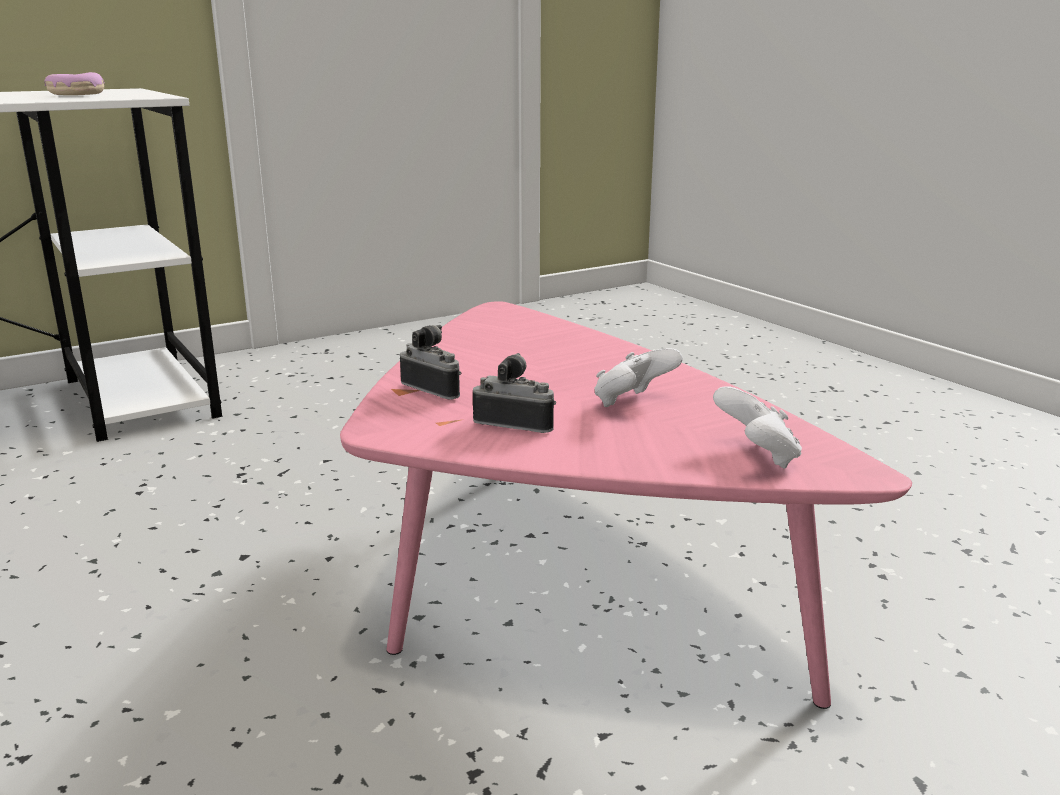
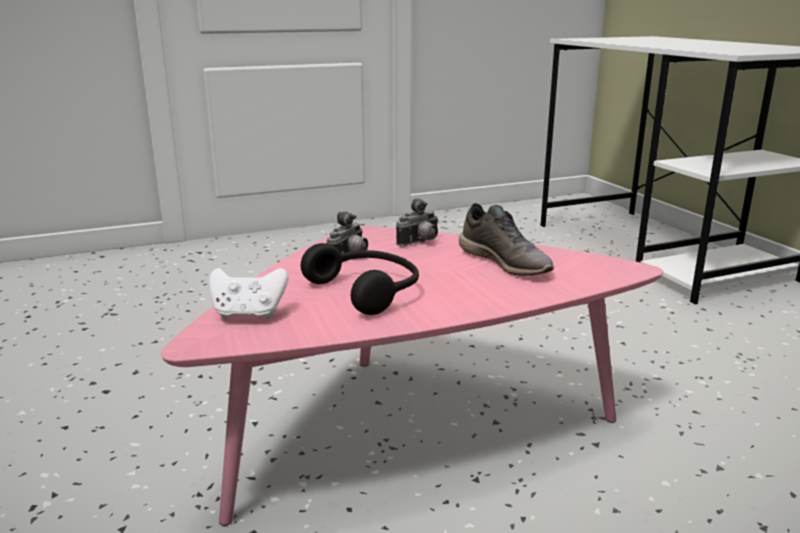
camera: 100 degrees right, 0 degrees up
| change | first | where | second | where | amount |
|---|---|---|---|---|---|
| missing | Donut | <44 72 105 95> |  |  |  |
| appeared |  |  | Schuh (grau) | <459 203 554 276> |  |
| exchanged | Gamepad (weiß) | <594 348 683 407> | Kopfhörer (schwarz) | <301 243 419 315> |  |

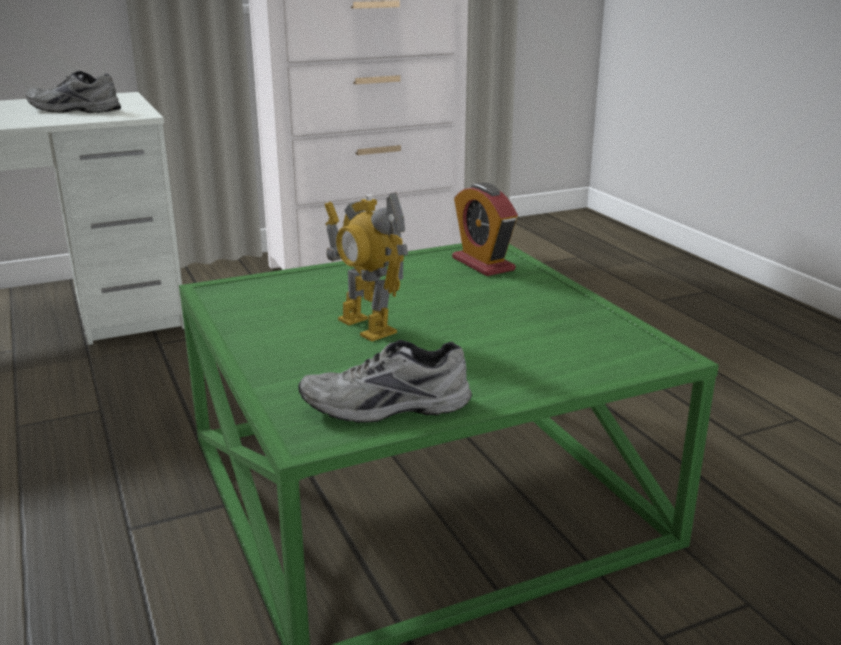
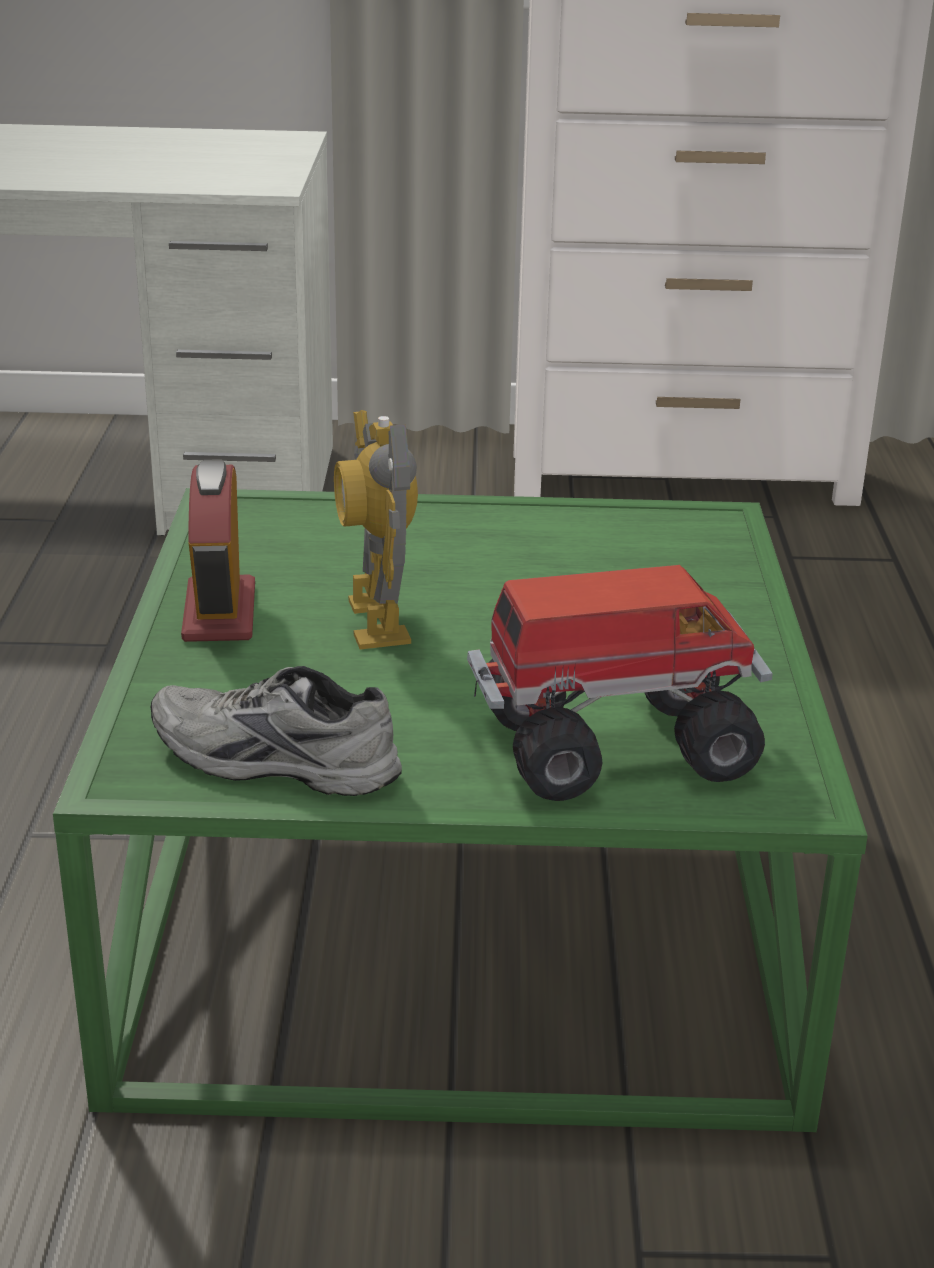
camera: 25 degrees right, 5 degrees up
| change | first | where | second | where | amount |
|---|---|---|---|---|---|
| missing | Schuh (grau) | <26 71 121 113> |  |  |  |
| appeared |  |  | Spielzeuglaster | <467 565 773 801> |  |
| relocated | Wecker | <452 183 518 276> |  | <181 459 255 642> |  |

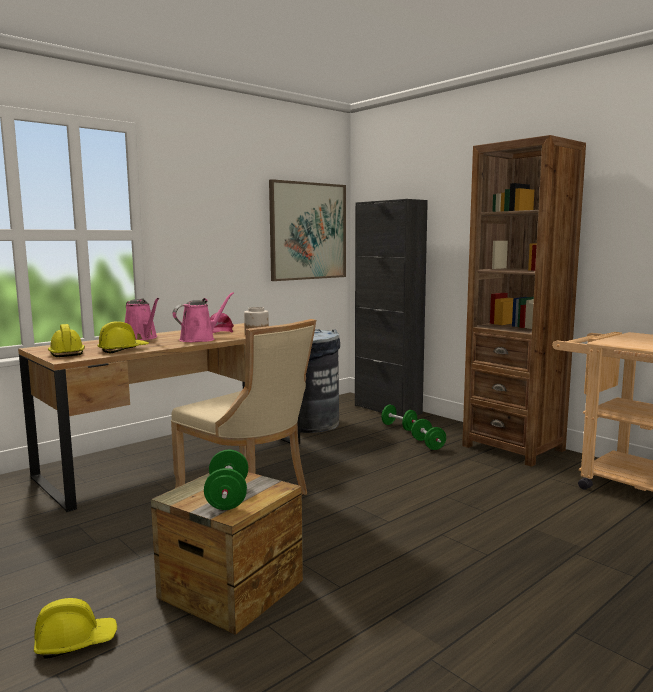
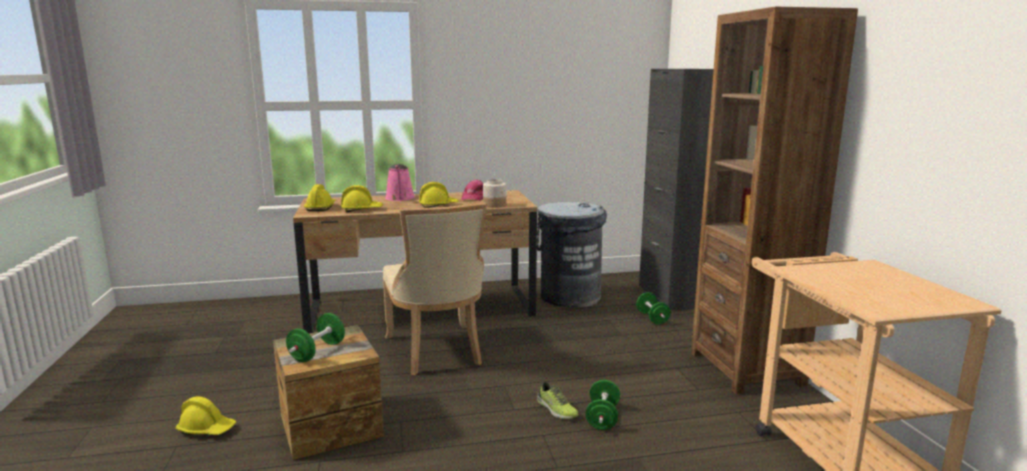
camera: 30 degrees right, 5 degrees up
| change | first | where | second | where | amount |
|---|---|---|---|---|---|
| missing | Bild | <269 179 346 281> |  |  |  |
| appeared |  |  | Schuh | <537 382 579 419> |  |
| relocated | Hantel (grün) | <411 419 446 450> |  | <586 380 620 430> |  |
| exchanged | Gießkanne (rosa) | <173 292 234 342> | Schutzhelm (gelb) | <419 182 459 208> |  |

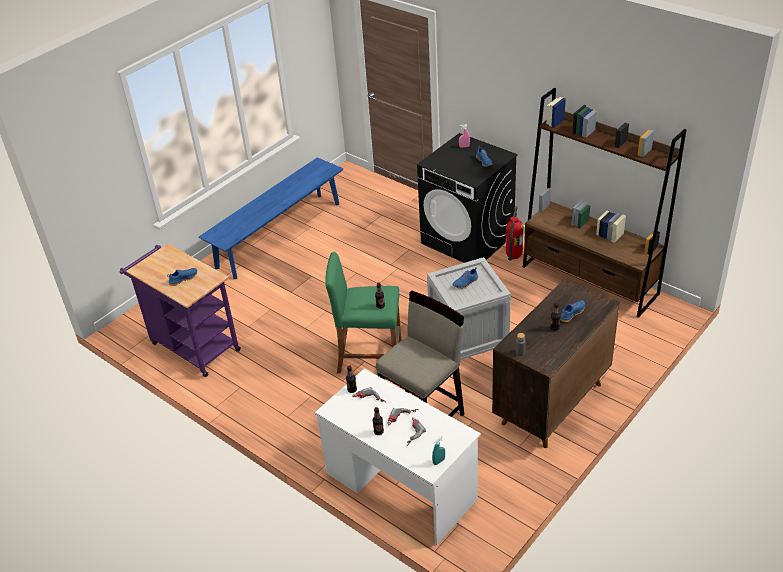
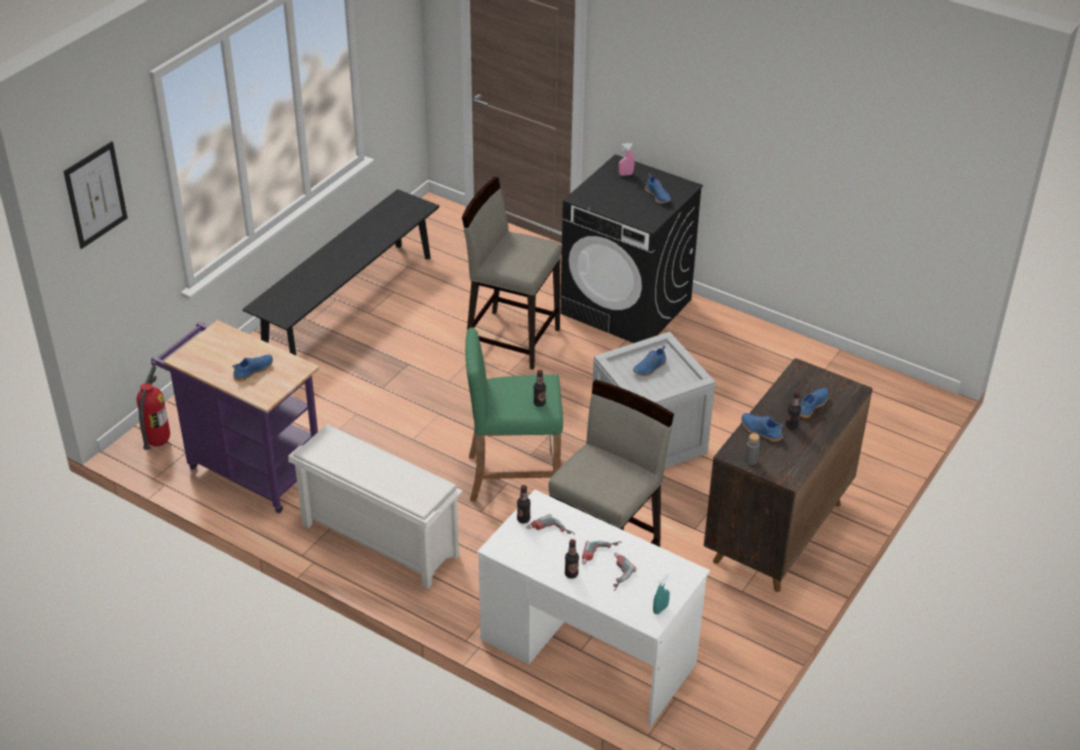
camera: 10 degrees left, 0 degrees up
| change | first | where | second | where | amount |
|---|---|---|---|---|---|
| missing | Bücherregal (braun) | <523 88 686 318> |  |  |  |
| appeared |  |  | Bild | <63 141 128 249> |  |
| appeared |  |  | Schuhregal (weiß) | <288 424 463 589> |  |
| appeared |  |  | Hocker (beige) | <462 177 562 370> |  |
| appeared |  |  | Schuh (blau) | <741 413 783 442> |  |
| relocated | Feuerlöscher | <506 206 523 260> |  | <137 366 170 450> |  |
| colour | Bank (blau) | <199 157 343 279> | Bank (schwarz) | <242 189 439 355> |  |

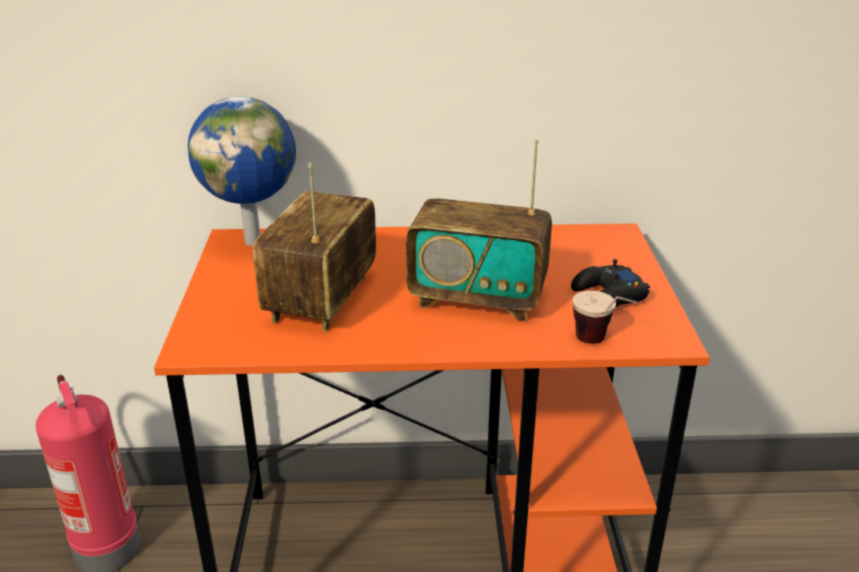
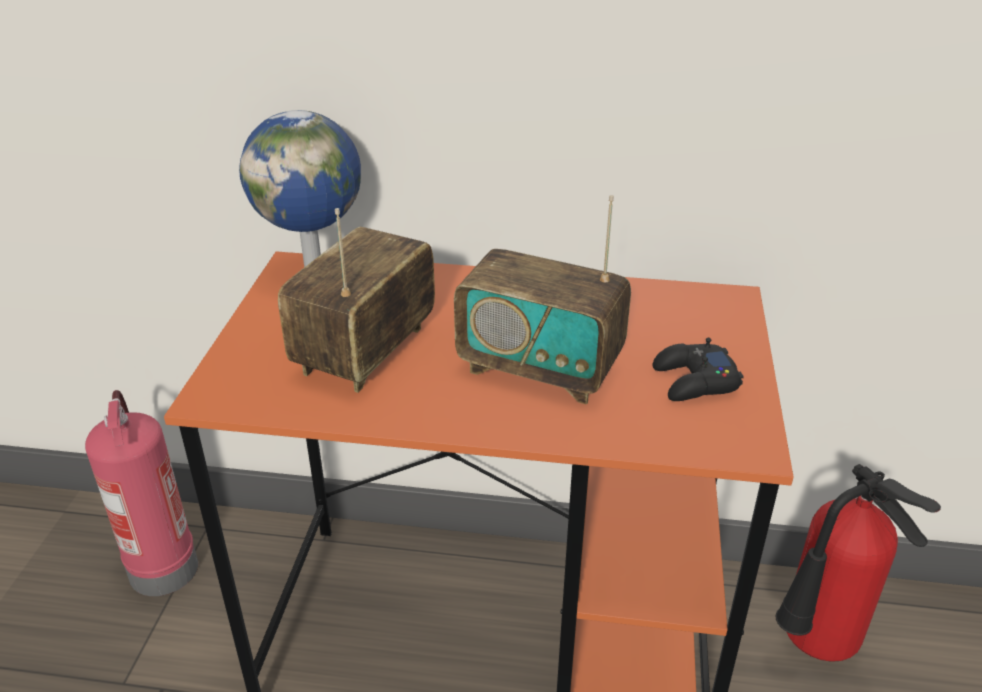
camera: 10 degrees right, 5 degrees up
| change | first | where | second | where | amount |
|---|---|---|---|---|---|
| missing | Tasse | <572 291 637 344> |  |  |  |
| appeared |  |  | Feuerlöscher | <775 464 941 662> |  |

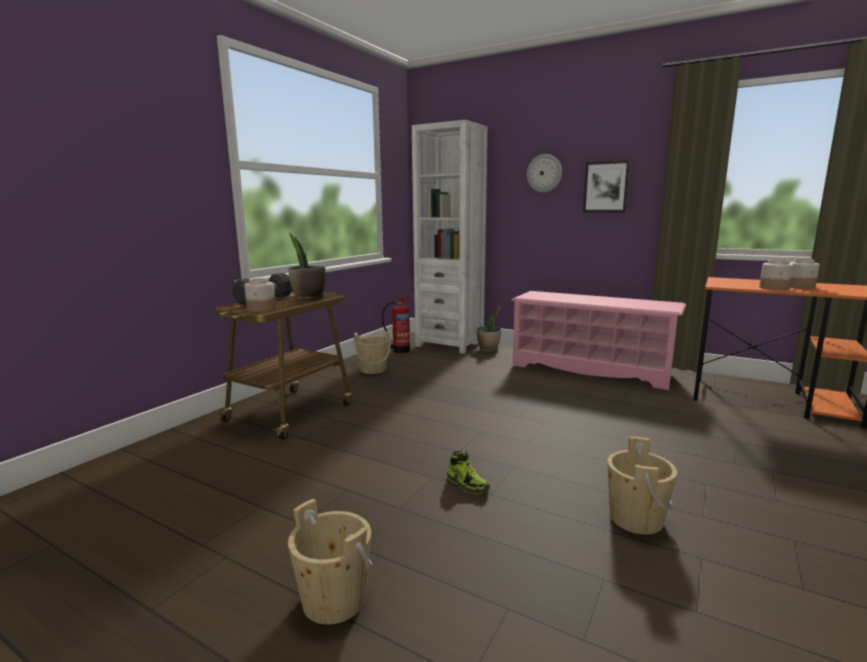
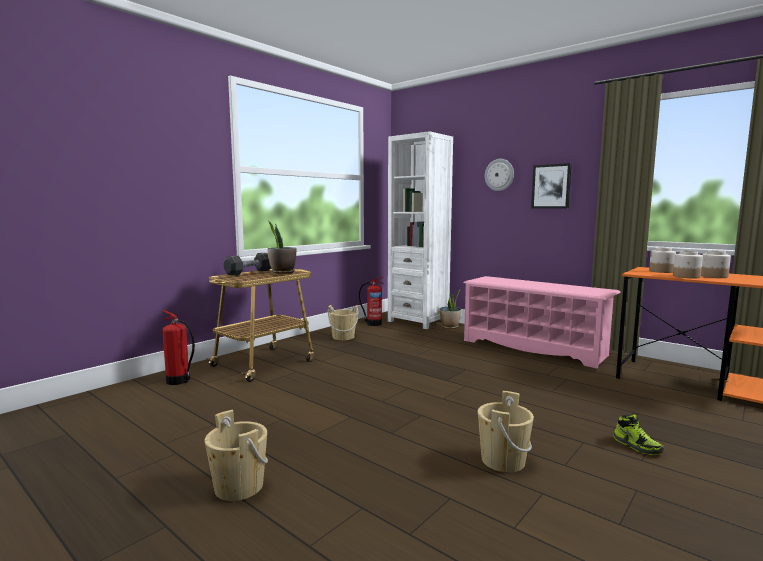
camera: 10 degrees right, 5 degrees down
| change | first | where | second | where | amount |
|---|---|---|---|---|---|
| appeared |  |  | Feuerlöscher | <162 310 195 385> |  |
| relocated | Vorratsglas | <245 278 276 312> |  | <649 247 676 273> |  |
| relocated | Schuh | <447 450 490 494> |  | <613 414 664 455> |  |

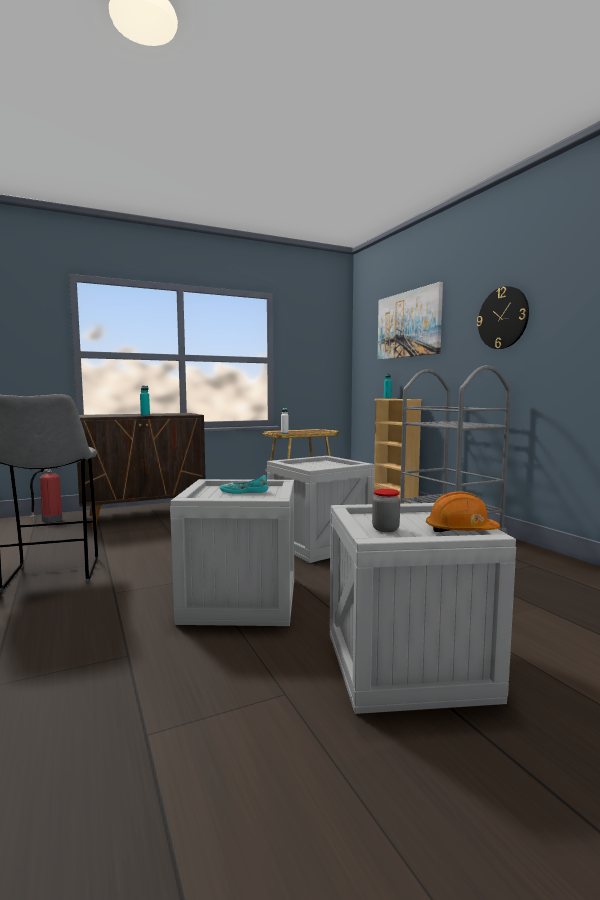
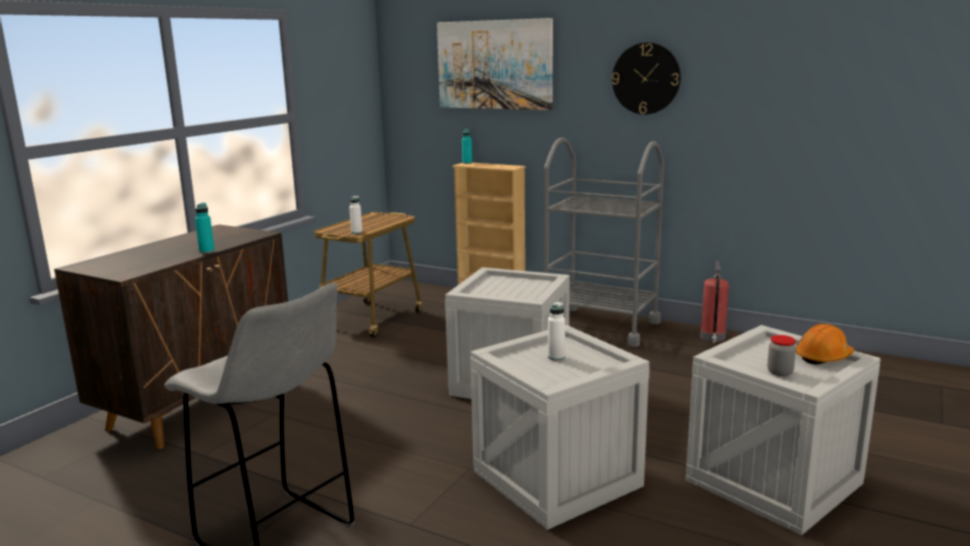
camera: 35 degrees left, 10 degrees up
| change | first | where | second | where | amount |
|---|---|---|---|---|---|
| relocated | Feuerlöscher | <30 468 63 522> |  | <700 261 729 343> |  |
| exchanged | Schuh (türkis) | <220 475 268 494> | Flasche (weiß) | <548 301 565 361> |  |

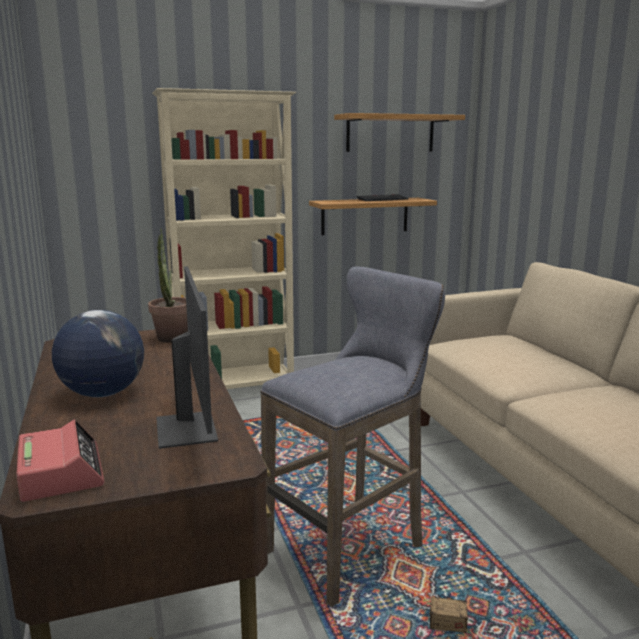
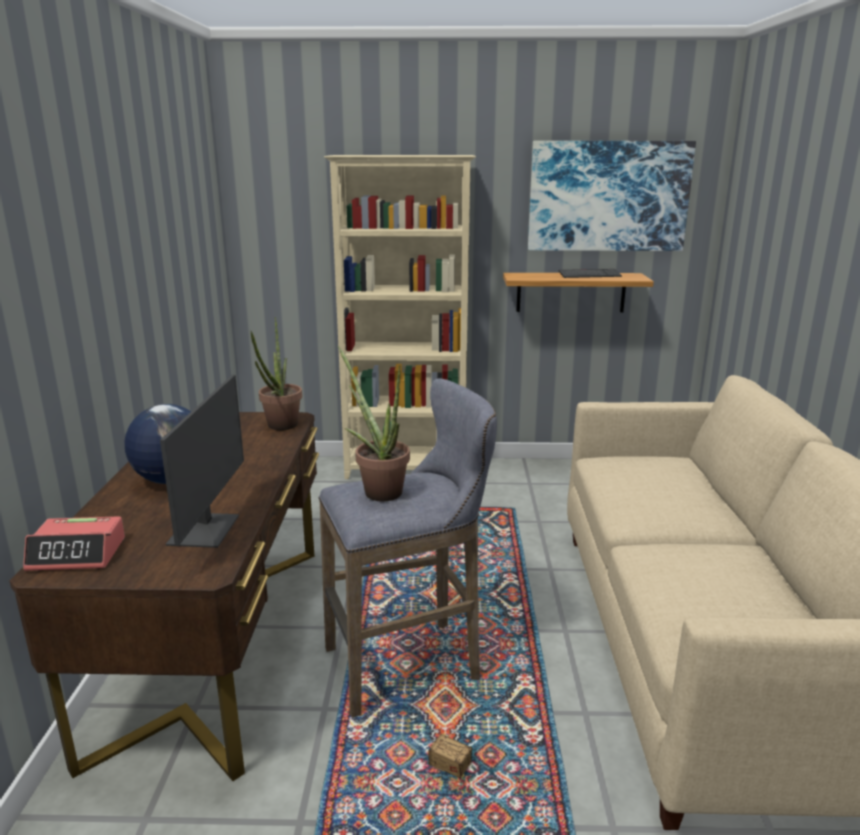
camera: 20 degrees right, 5 degrees up
| change | first | where | second | where | amount |
|---|---|---|---|---|---|
| appeared |  |  | Topfpflanze | <338 346 410 501> |  |
| exchanged | Wandregal | <334 113 465 152> | Bild | <528 141 696 251> |  |
| spun | Wecker | <16 420 105 502> |  | <23 516 125 571> | 90 degrees clockwise |

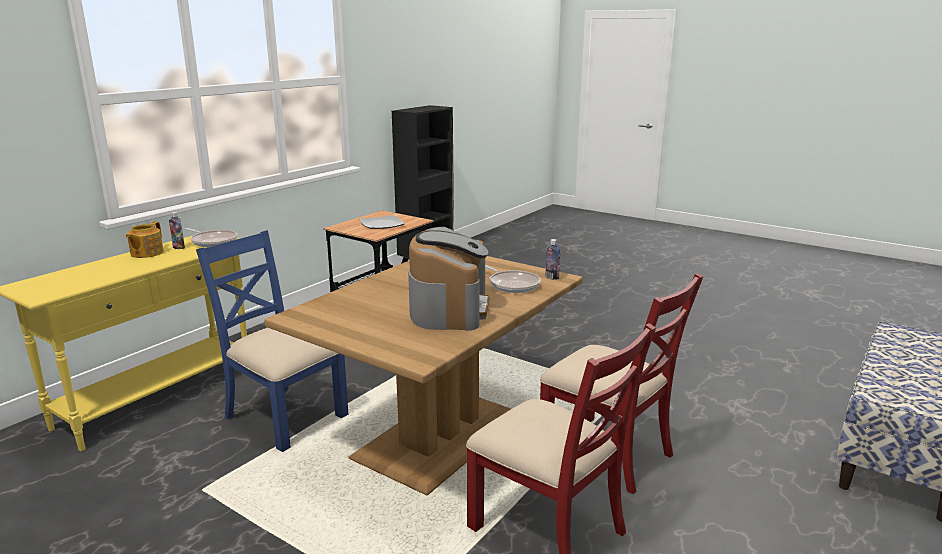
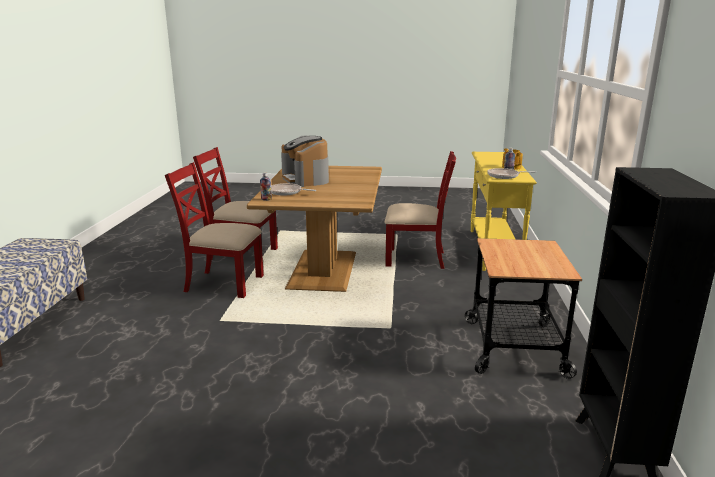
camera: 150 degrees right, 0 degrees up
| change | first | where | second | where | amount |
|---|---|---|---|---|---|
| missing | Teller | <360 215 405 229> |  |  |  |
| colour | Stuhl (blau) | <196 230 348 452> | Stuhl (rot) | <384 151 456 269> |  |

